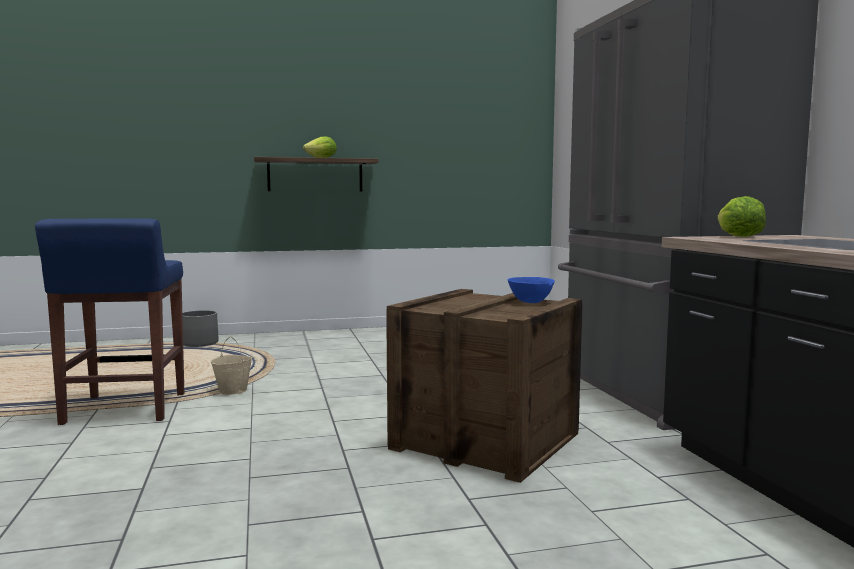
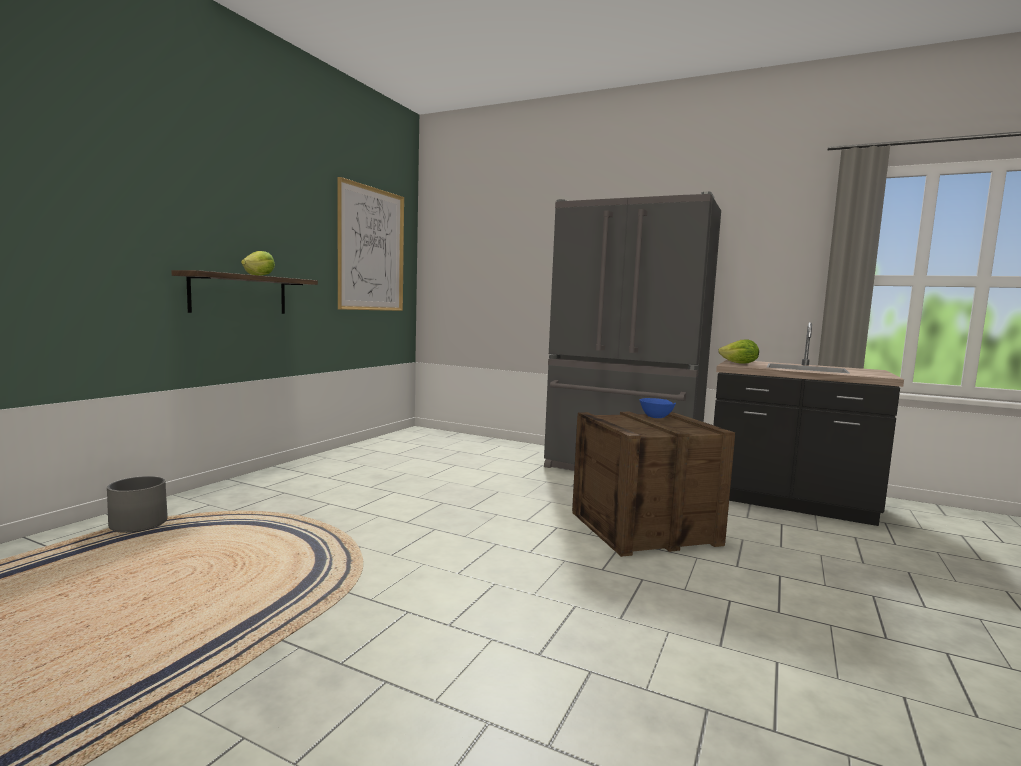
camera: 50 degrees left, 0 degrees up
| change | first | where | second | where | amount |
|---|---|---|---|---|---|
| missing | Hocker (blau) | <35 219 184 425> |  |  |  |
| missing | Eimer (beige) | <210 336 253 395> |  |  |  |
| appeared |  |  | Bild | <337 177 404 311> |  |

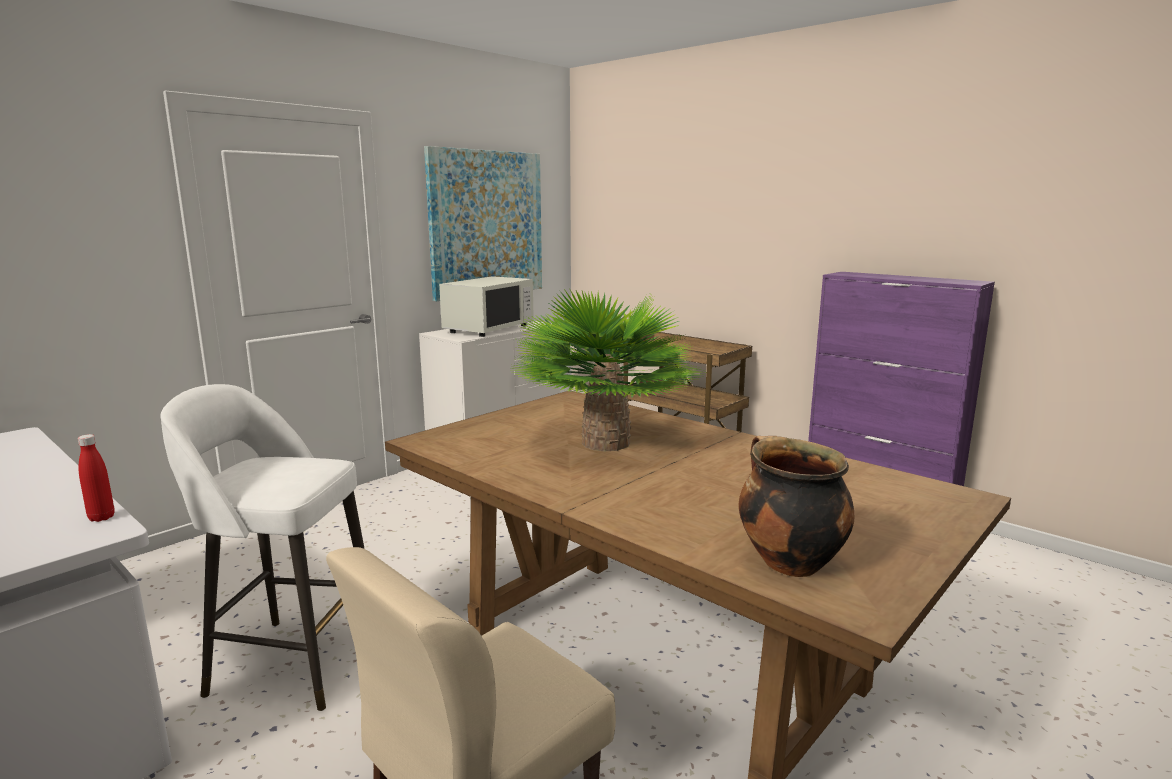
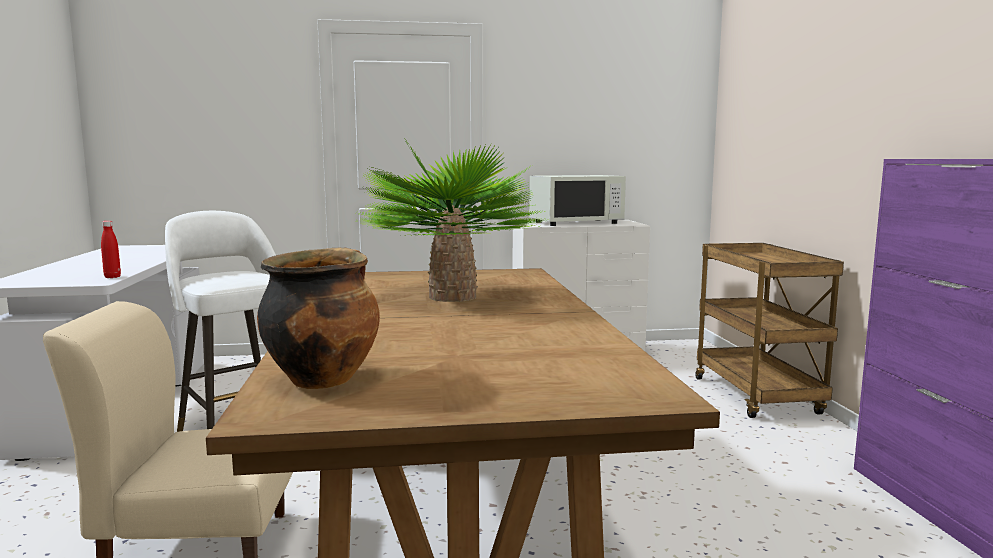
camera: 40 degrees right, 5 degrees down
| change | first | where | second | where | amount |
|---|---|---|---|---|---|
| missing | Bild | <424 146 542 301> |  |  |  |

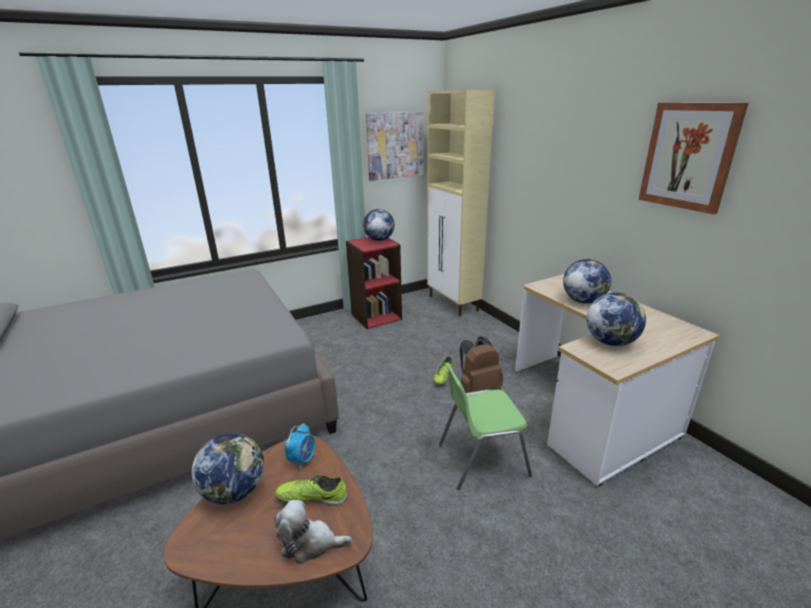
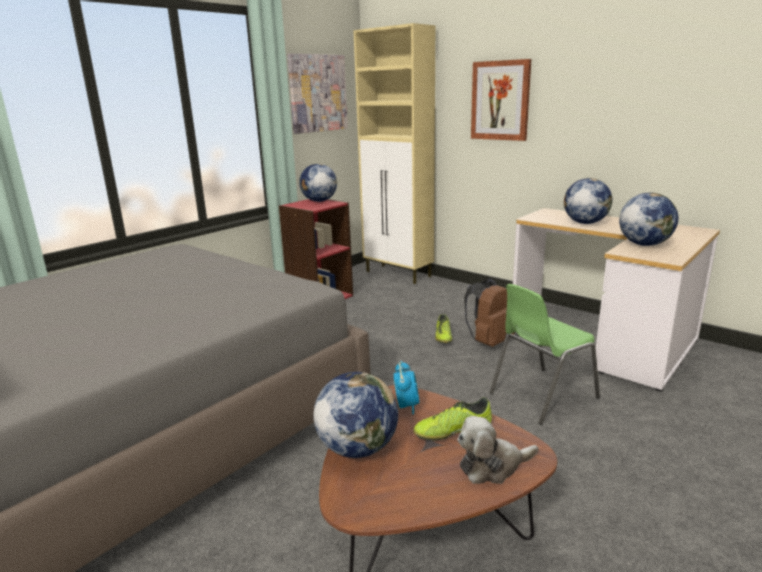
camera: 20 degrees left, 5 degrees down
| change | first | where | second | where | amount |
|---|---|---|---|---|---|
| relocated | Bild | <638 103 748 214> |  | <471 59 532 141> |  |

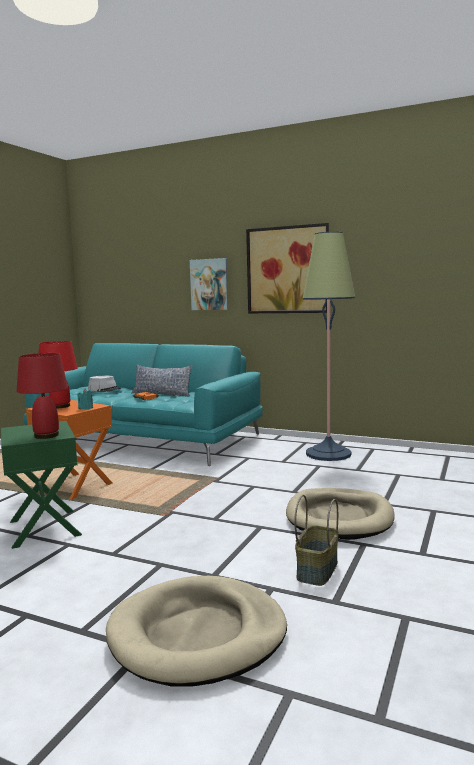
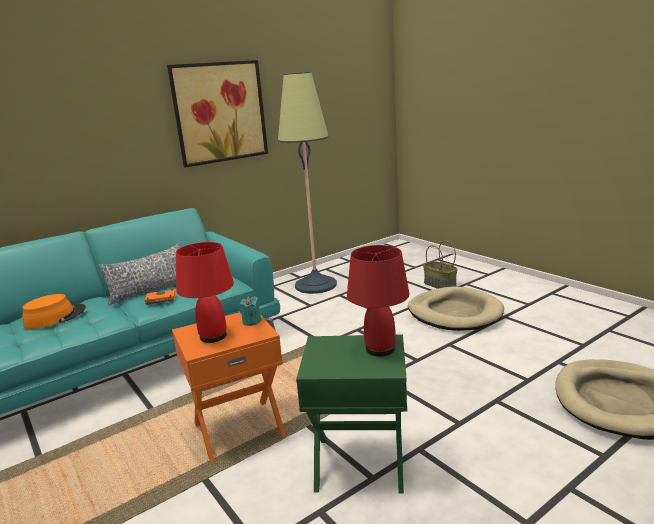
camera: 60 degrees left, 10 degrees up
| change | first | where | second | where | amount |
|---|---|---|---|---|---|
| missing | Bild | <190 258 229 310> |  |  |  |
| relocated | Korb | <294 495 339 586> |  | <423 241 458 289> |  |
| colour | Hut (grau) | <88 375 123 392> | Hut (orange) | <22 294 86 329> |  |

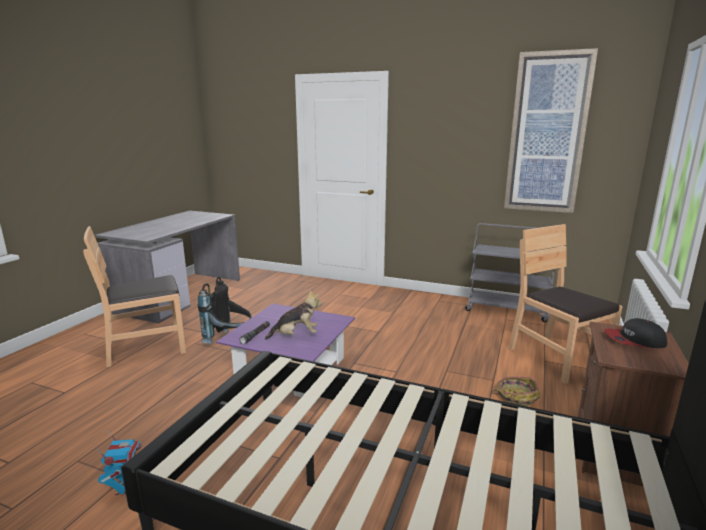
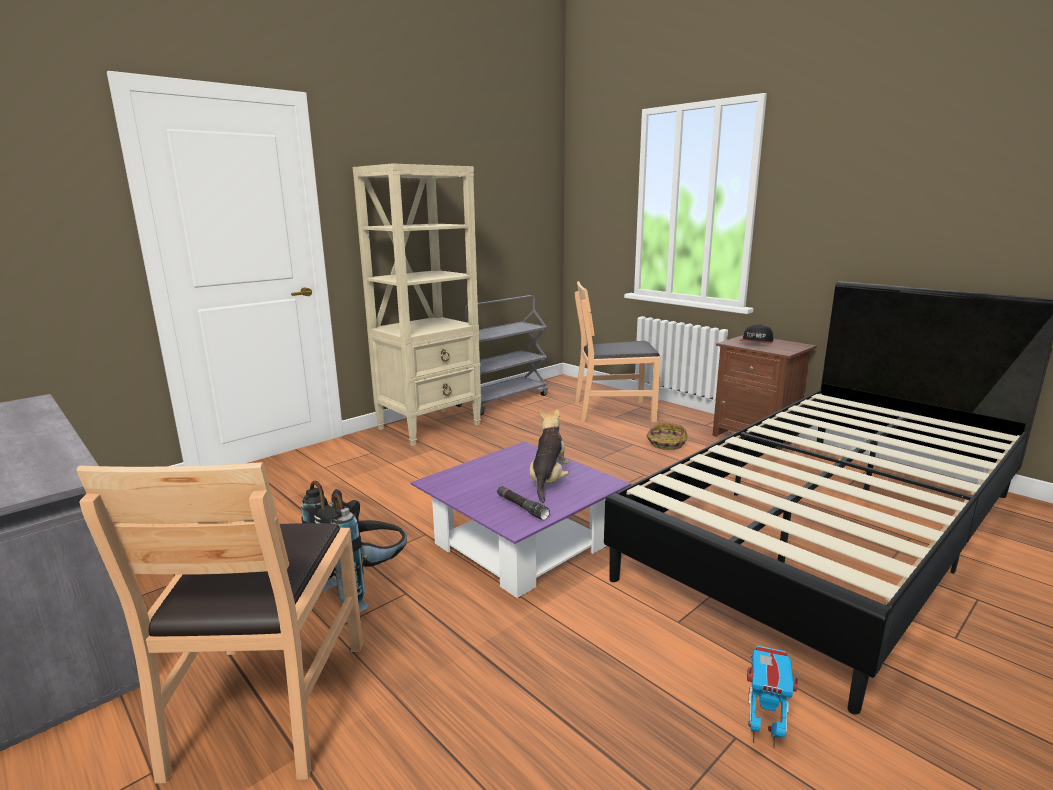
camera: 65 degrees left, 0 degrees up
| change | first | where | second | where | amount |
|---|---|---|---|---|---|
| missing | Bild | <504 48 598 213> |  |  |  |
| appeared |  |  | Bücherregal (beige) | <353 163 482 446> |  |

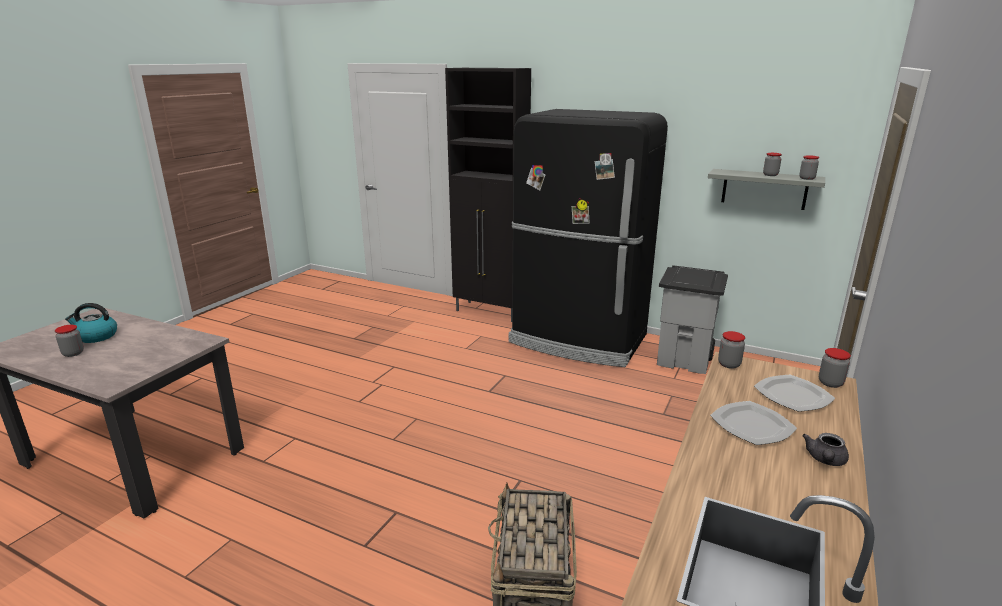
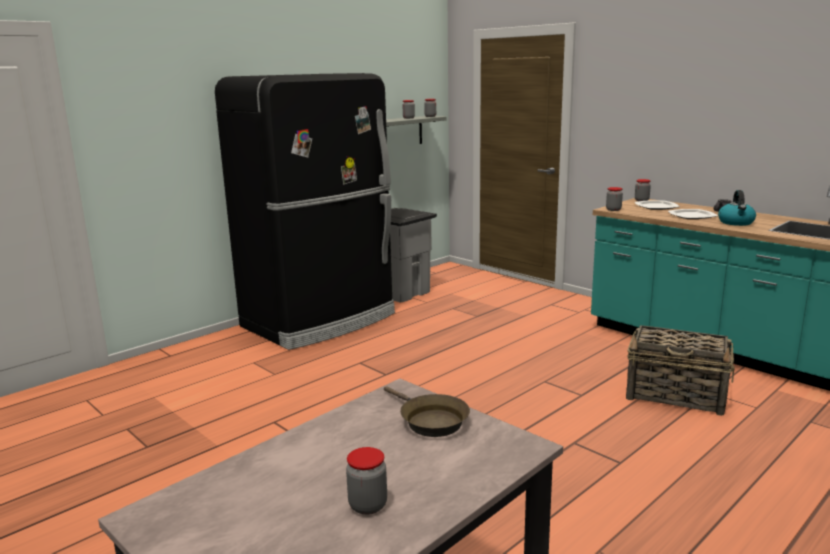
camera: 70 degrees left, 5 degrees down
| change | first | where | second | where | amount |
|---|---|---|---|---|---|
| missing | Schrank (schwarz) | <445 68 531 322> |  |  |  |
| appeared |  |  | Pfanne (braun) | <384 386 470 437> |  |
| relocated | Wasserkessel | <65 303 117 343> |  | <718 190 756 226> |  |

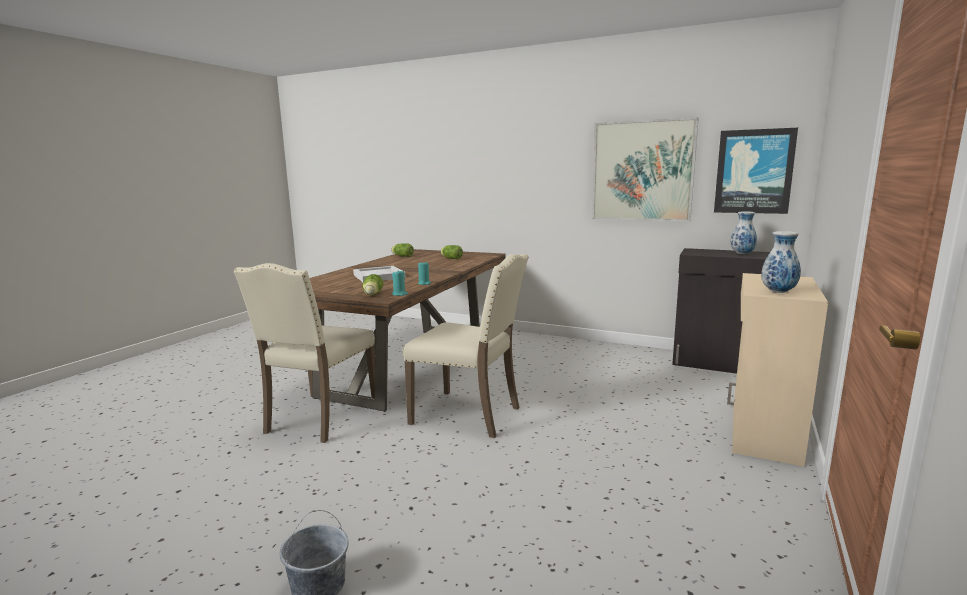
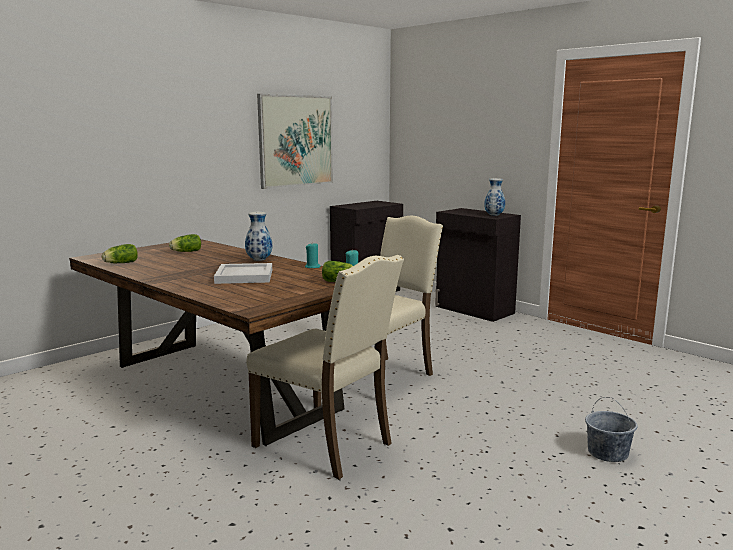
camera: 70 degrees left, 0 degrees up
| change | first | where | second | where | amount |
|---|---|---|---|---|---|
| missing | Bild | <714 128 798 214> |  |  |  |
| relocated | Vase | <731 211 757 254> |  | <245 212 272 261> |  |
| colour | Schrank (beige) | <727 273 828 467> | Schrank (schwarz) | <435 208 521 322> |  |

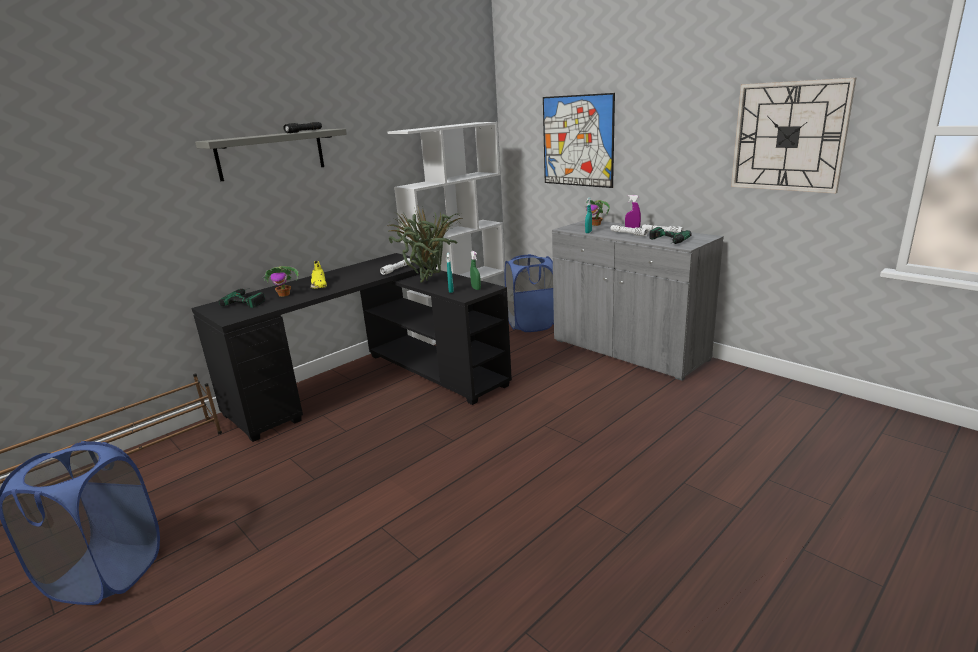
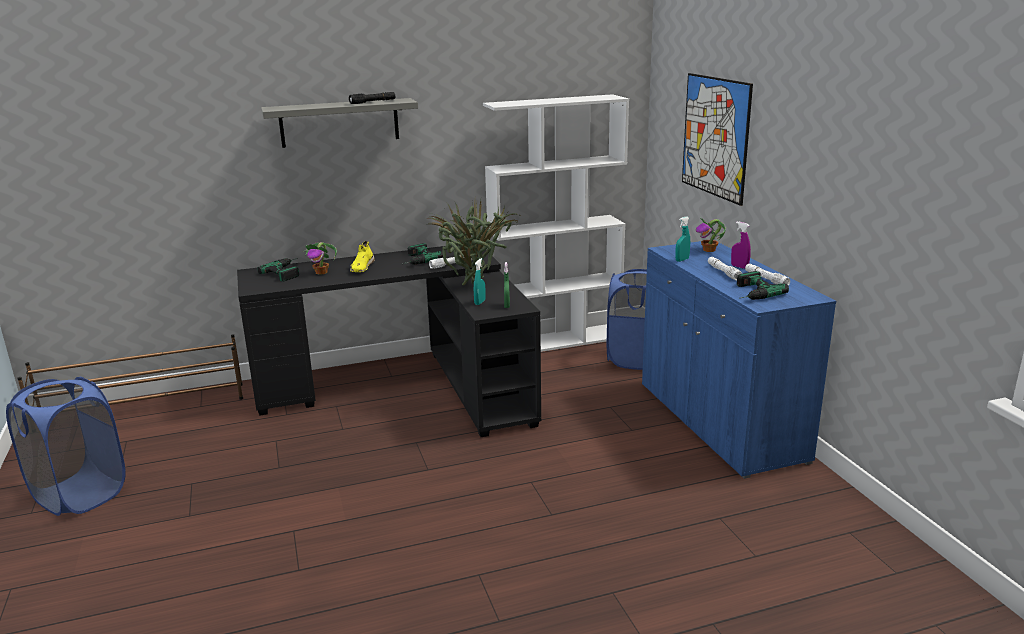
camera: 25 degrees right, 0 degrees up
| change | first | where | second | where | amount |
|---|---|---|---|---|---|
| missing | Wanduhr | <731 78 856 193> |  |  |  |
| appeared |  |  | Bohrmaschine | <403 243 443 265> |  |
| colour | Schrank (grau) | <552 220 724 381> | Schrank (blau) | <642 241 836 479> |  |

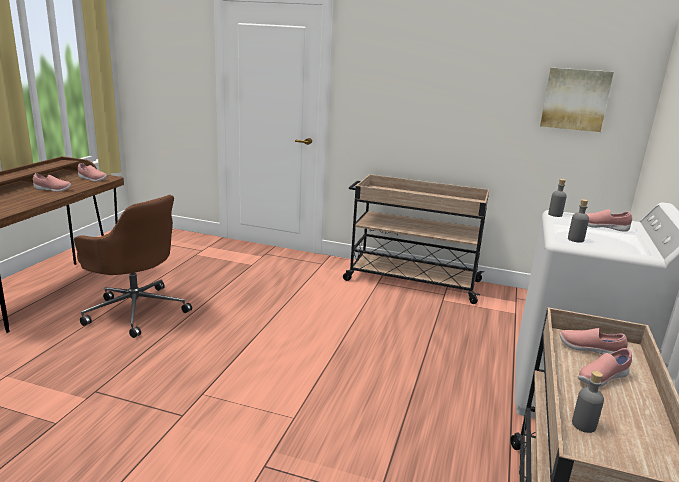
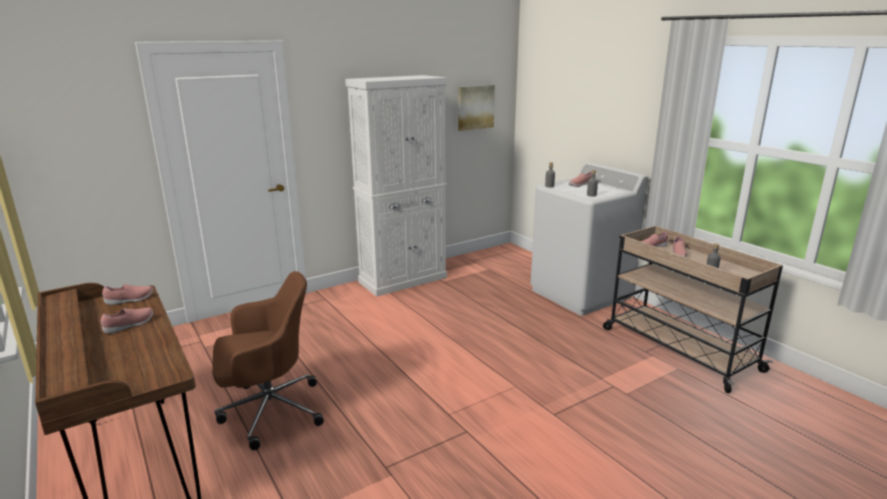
camera: 50 degrees left, 0 degrees up
| change | first | where | second | where | amount |
|---|---|---|---|---|---|
| exchanged | Rollwagen (beige) | <343 174 489 304> | Schrank (weiß) | <345 75 447 297> |  |

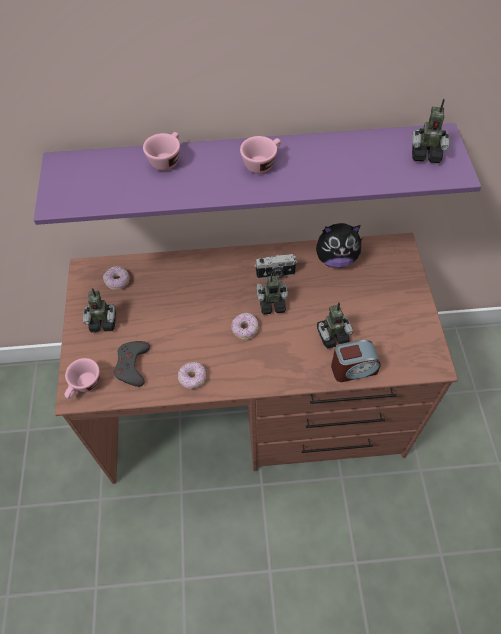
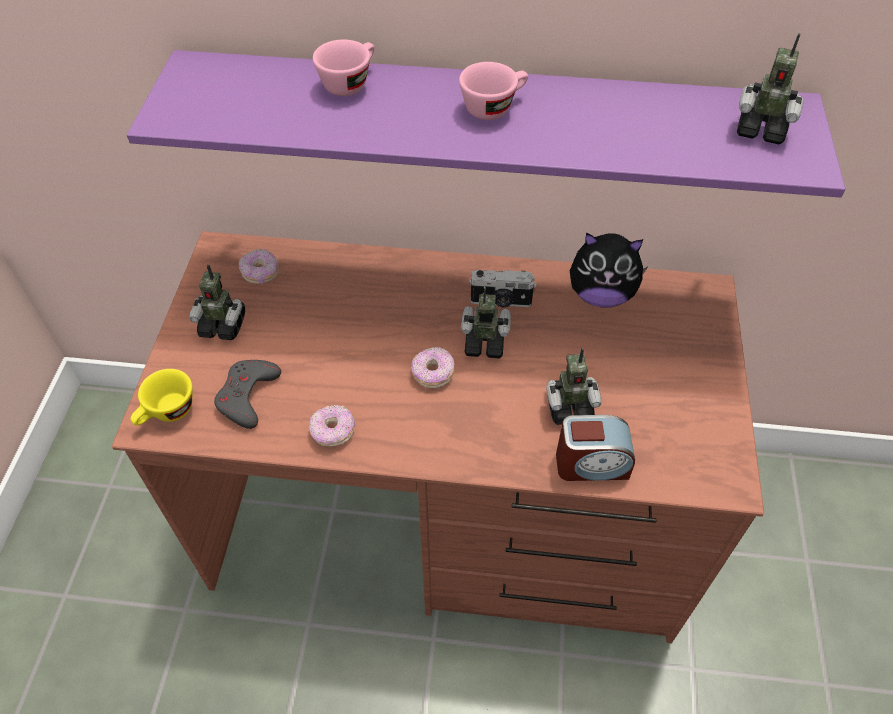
camera: 10 degrees right, 5 degrees down
| change | first | where | second | where | amount |
|---|---|---|---|---|---|
| colour | Tasse (rosa) | <65 358 100 399> | Tasse (gelb) | <130 369 193 426> |  |

